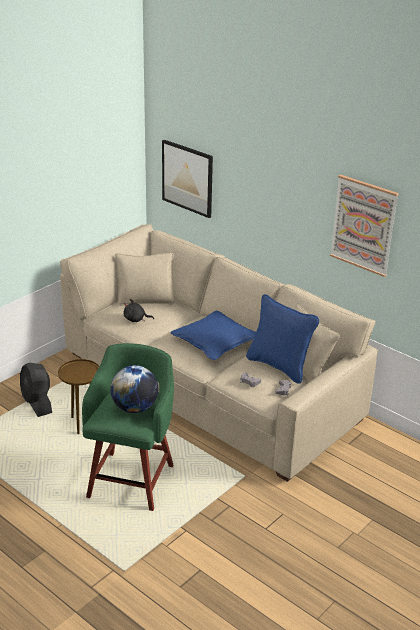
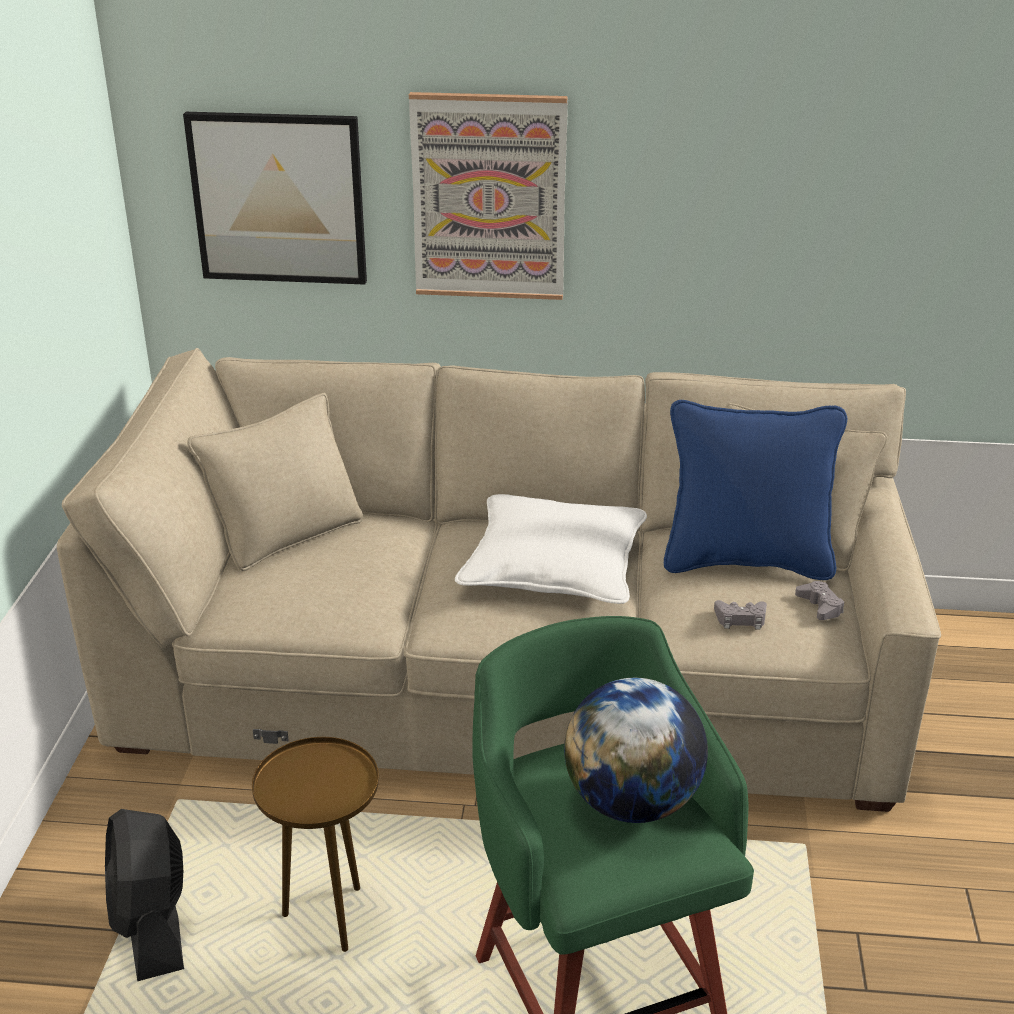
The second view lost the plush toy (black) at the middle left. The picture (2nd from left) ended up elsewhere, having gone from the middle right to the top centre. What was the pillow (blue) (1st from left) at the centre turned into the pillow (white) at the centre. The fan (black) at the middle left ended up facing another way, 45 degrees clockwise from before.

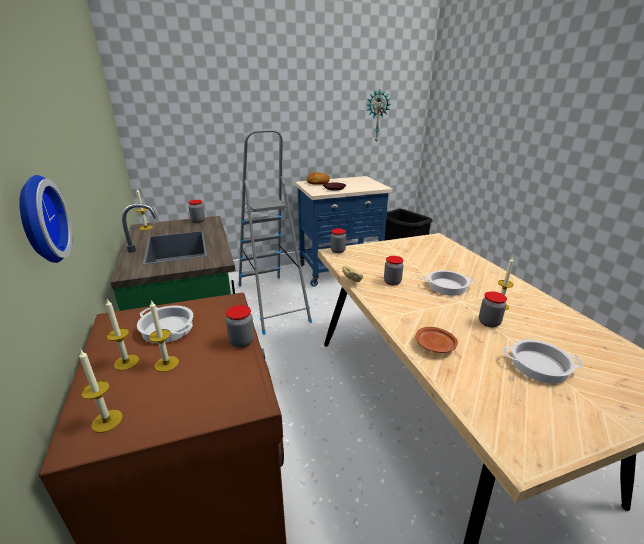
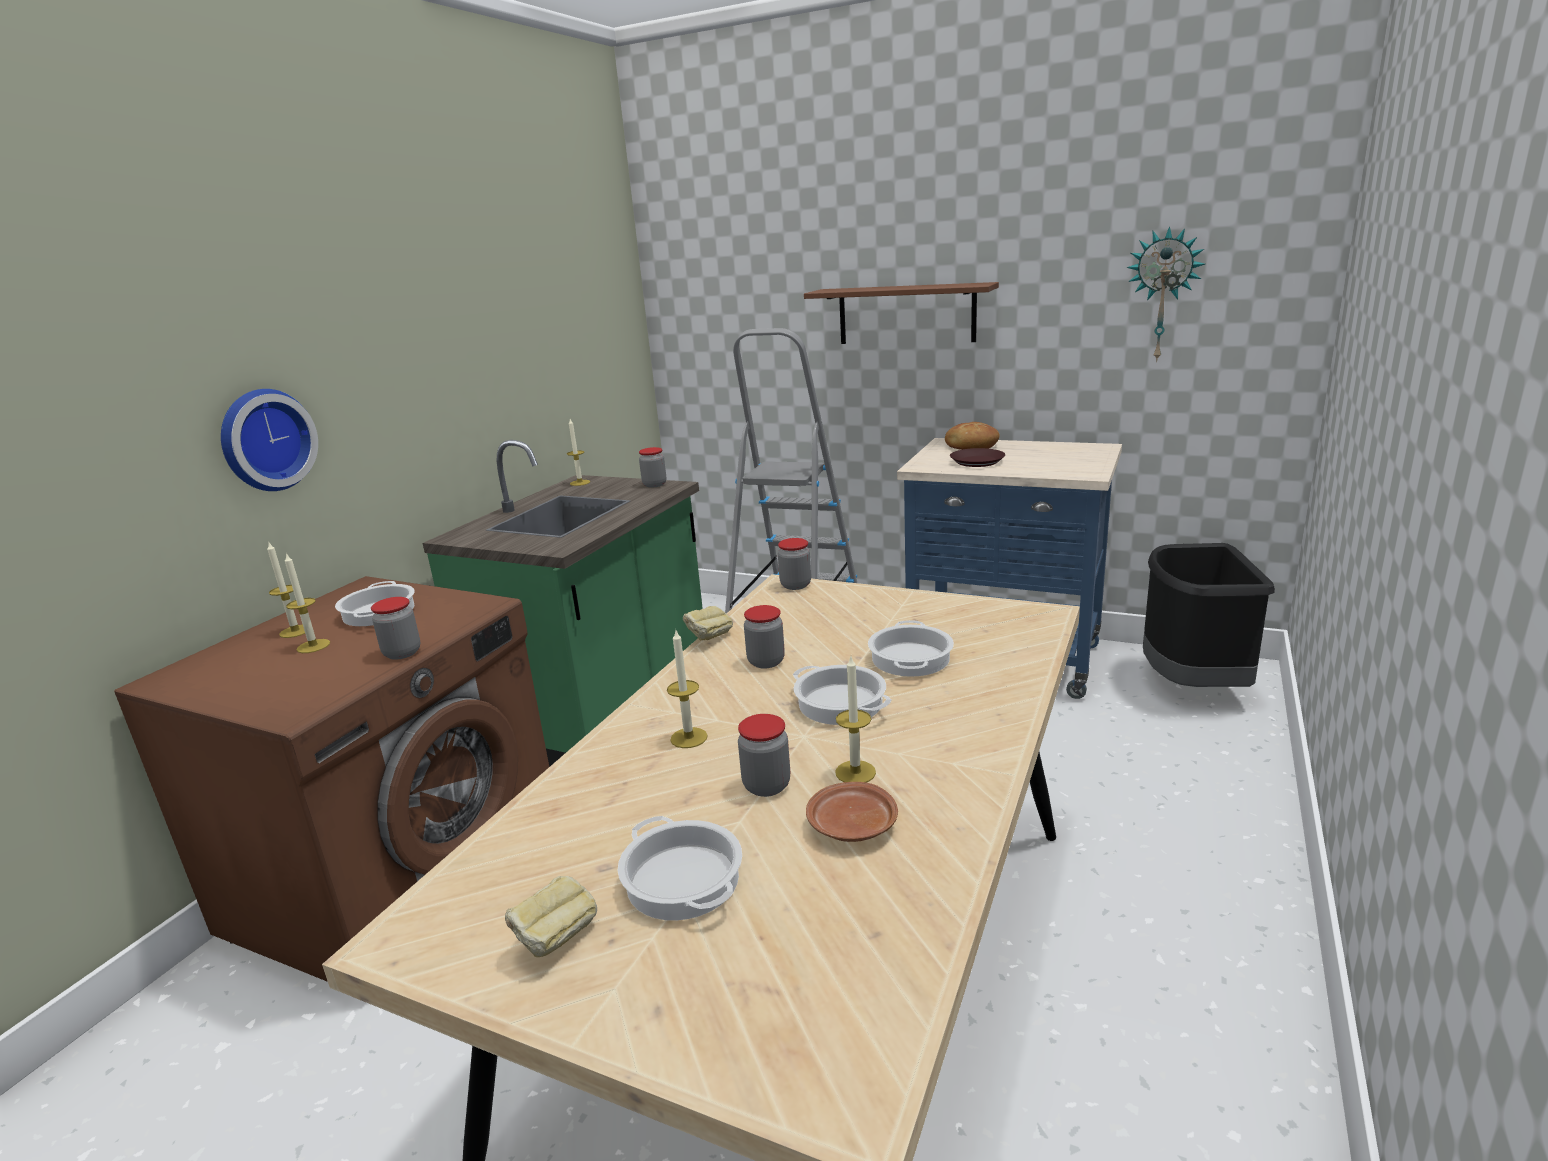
The second view gained the bread (1st from left) at the bottom centre. The second view gained the shelf (brown) at the top centre. The second view gained the cooking pot (4th from left) at the centre. The candle (1st from left in the first image) ended up elsewhere, having gone from the bottom left to the centre. The plate (brown) (2nd from left in the first image) ended up elsewhere, having gone from the middle right to the bottom centre.

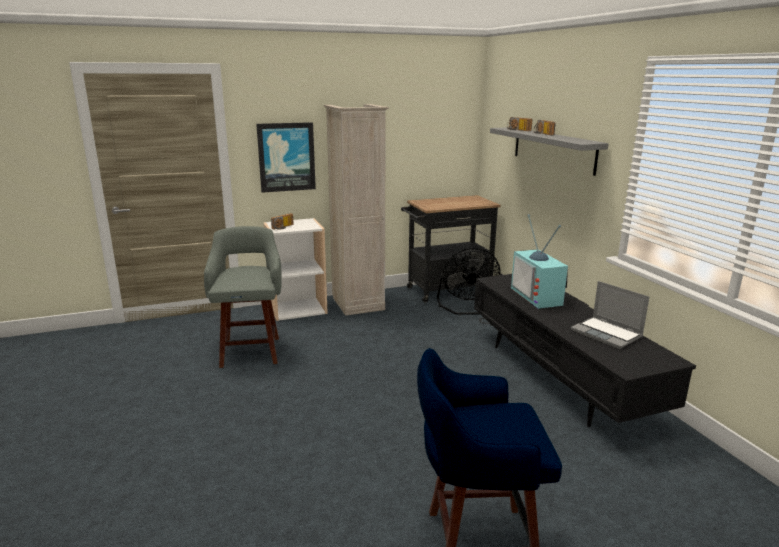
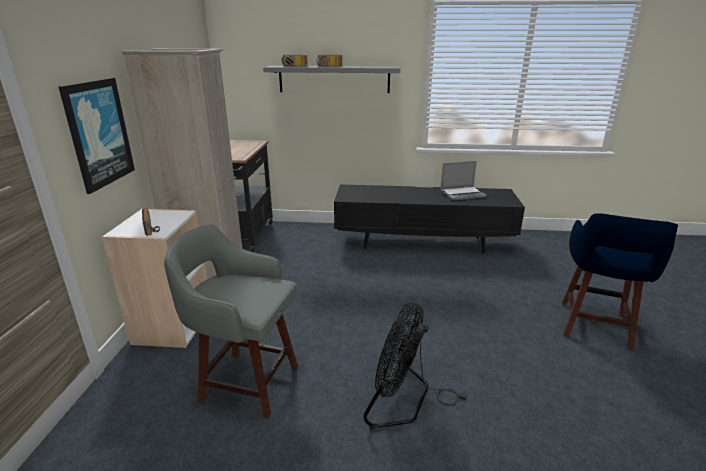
The second view lost the television at the middle right. The fan (black) ended up elsewhere, having gone from the centre to the bottom centre.

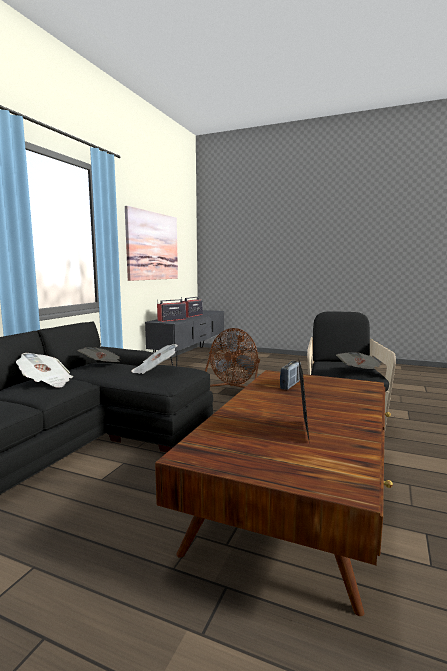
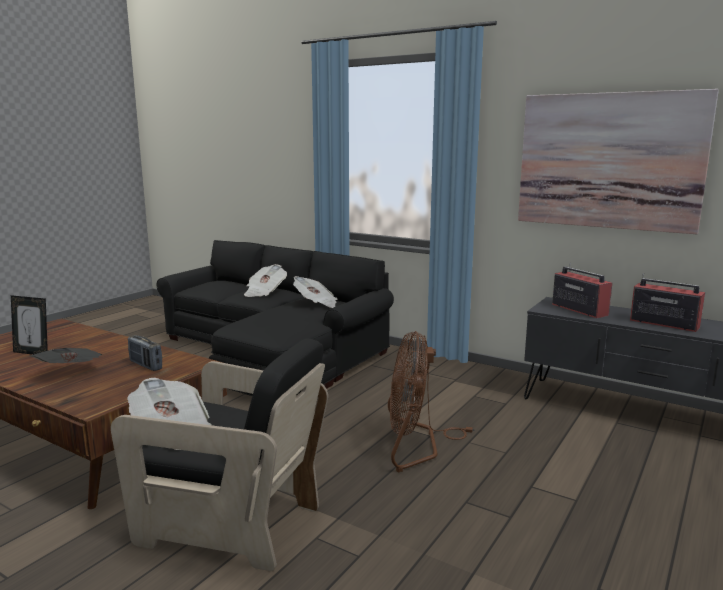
The newspaper (3rd from left in the first image) ended up elsewhere, having gone from the centre to the middle left. The fan (brown) at the centre ended up facing another way, 45 degrees counterclockwise from before.

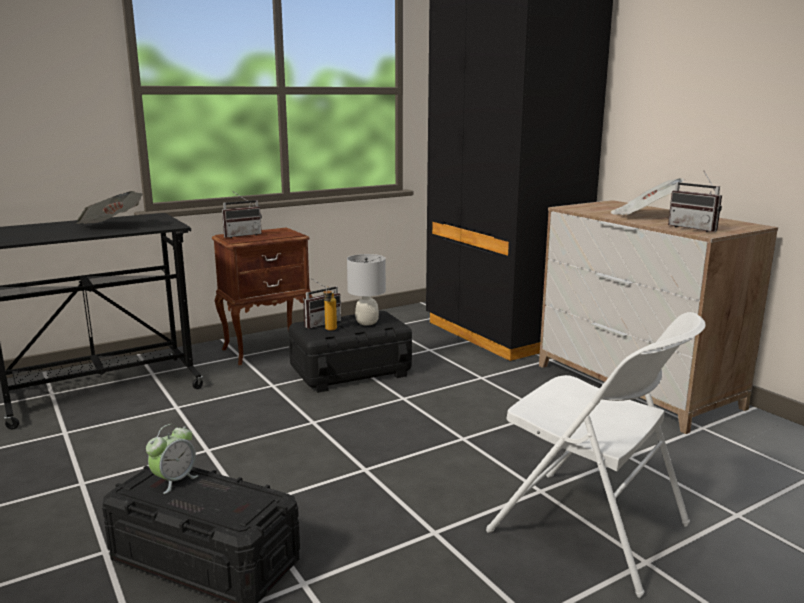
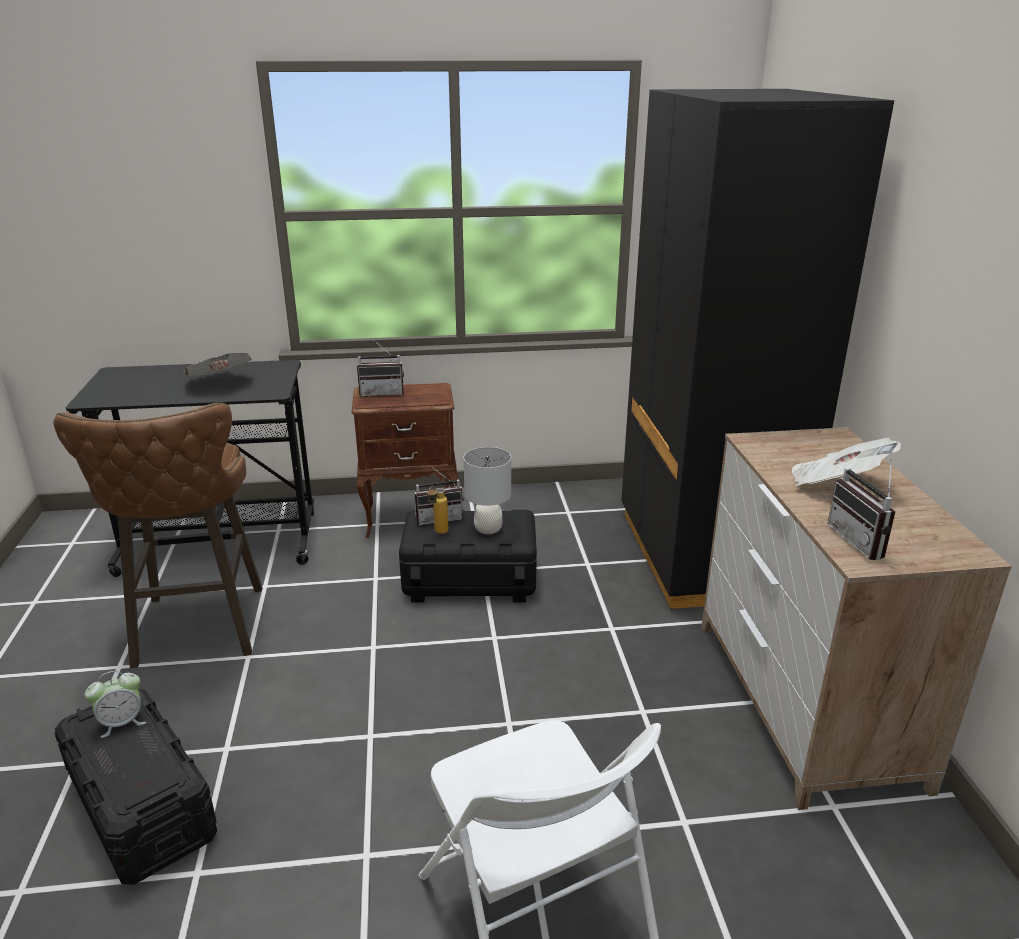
The second view gained the stool (brown) at the middle left.

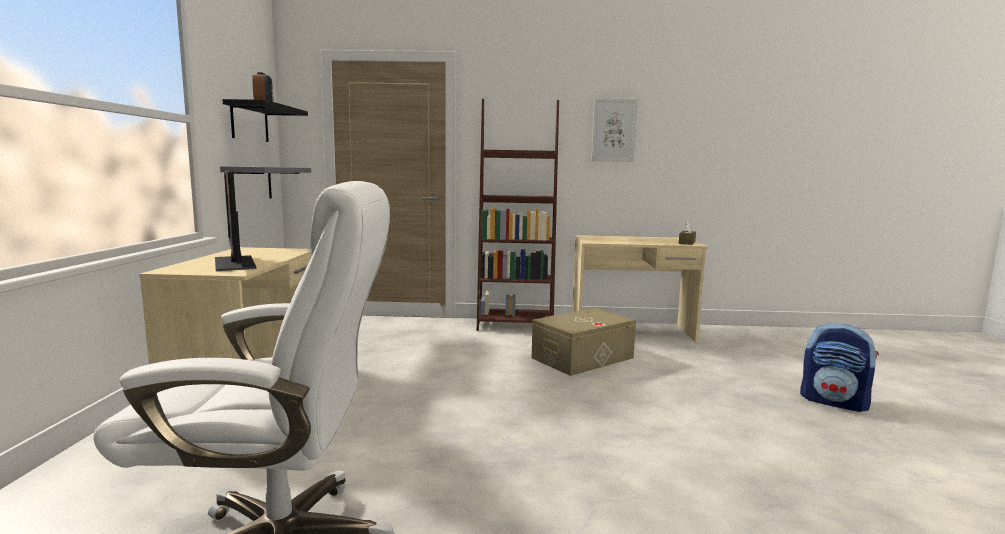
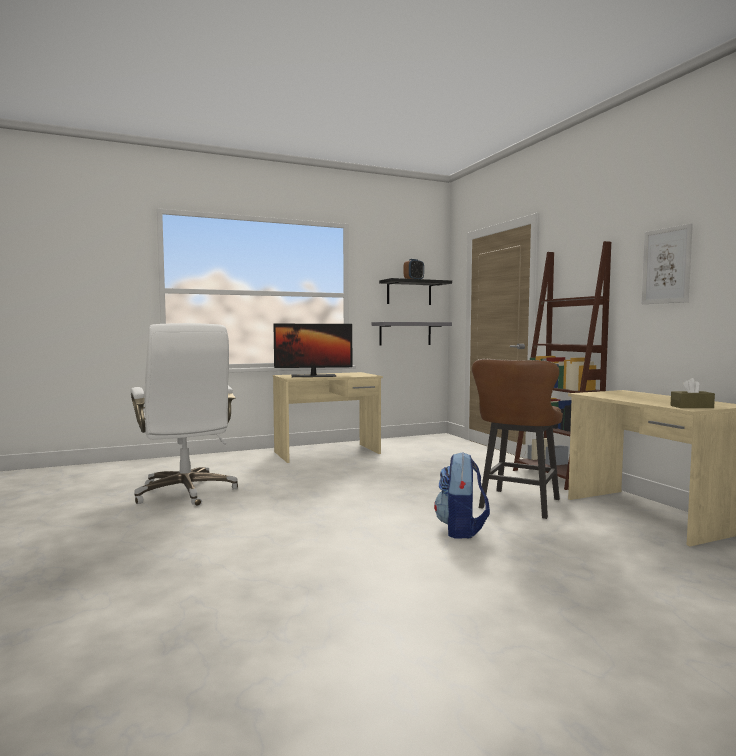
The backpack ended up elsewhere, having gone from the bottom right to the centre. Where the storage box (beige) stood at the centre, the stool (brown) came to stand at the middle right. The monitor at the middle left ended up facing another way, 135 degrees counterclockwise from before.

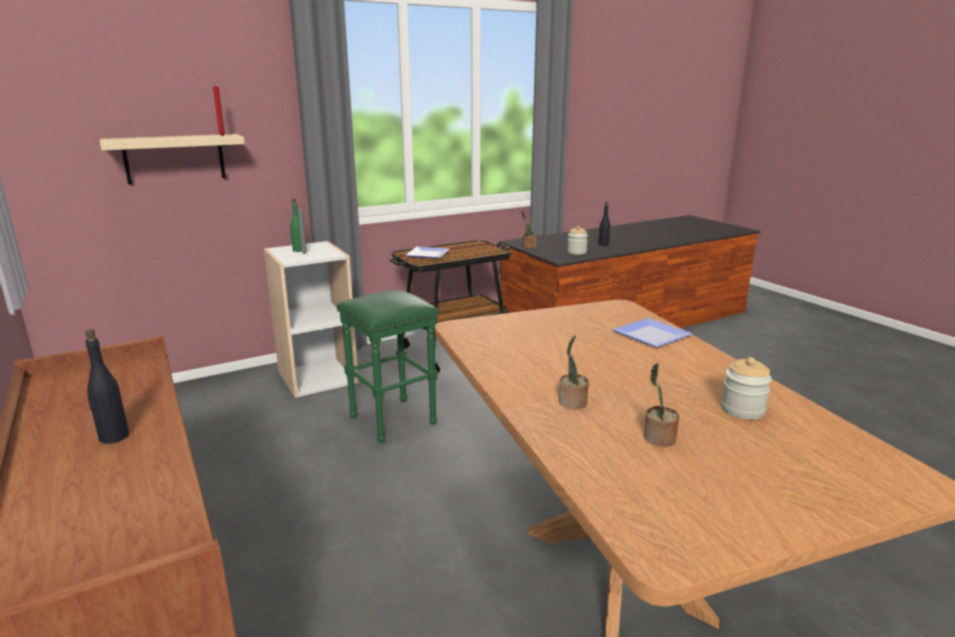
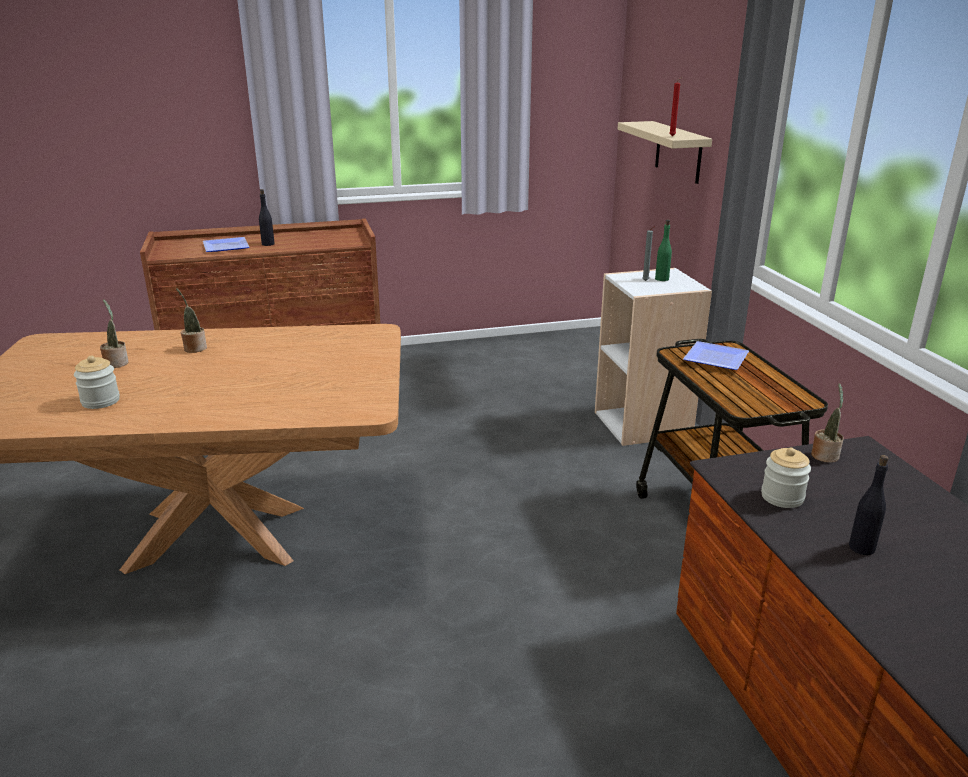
The second view lost the stool (green) at the centre. The plate (2nd from left in the first image) ended up elsewhere, having gone from the middle right to the top left.

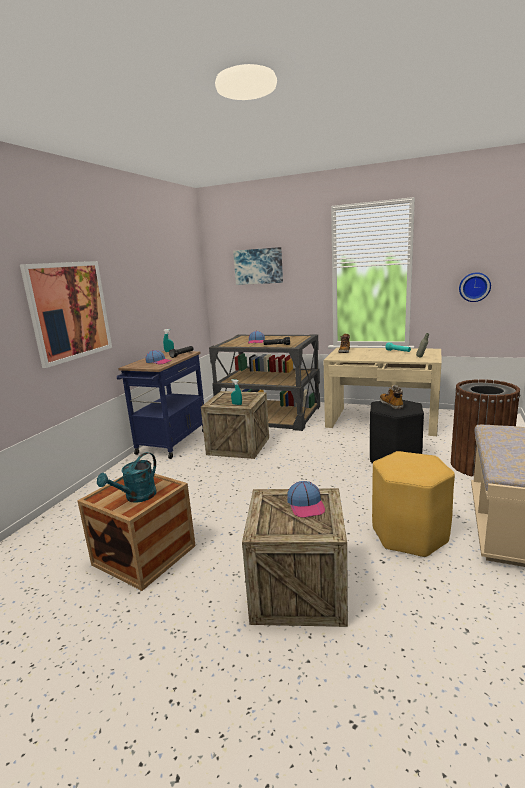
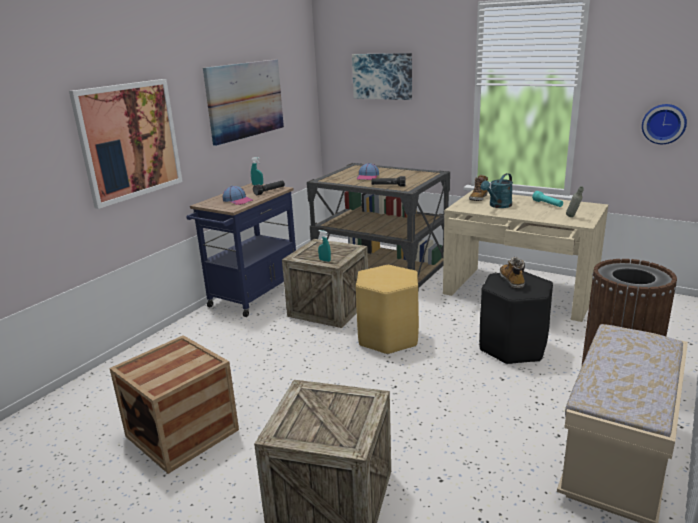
The second view lost the cap (3rd from left) at the centre. The second view gained the picture (2nd from left) at the top centre. The watering can (turquoise) ended up elsewhere, having gone from the middle left to the middle right. The stool (yellow) ended up elsewhere, having gone from the middle right to the centre.

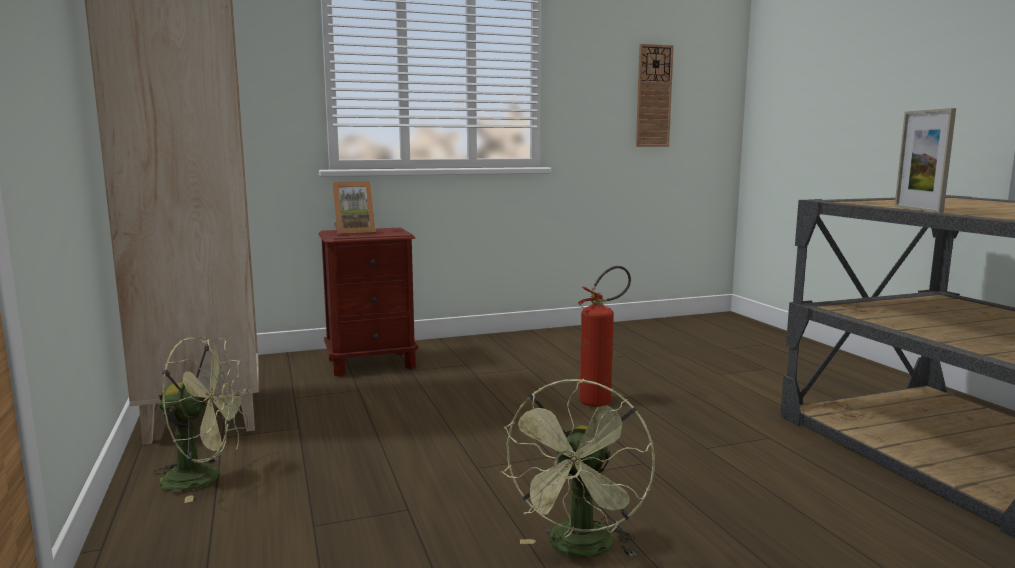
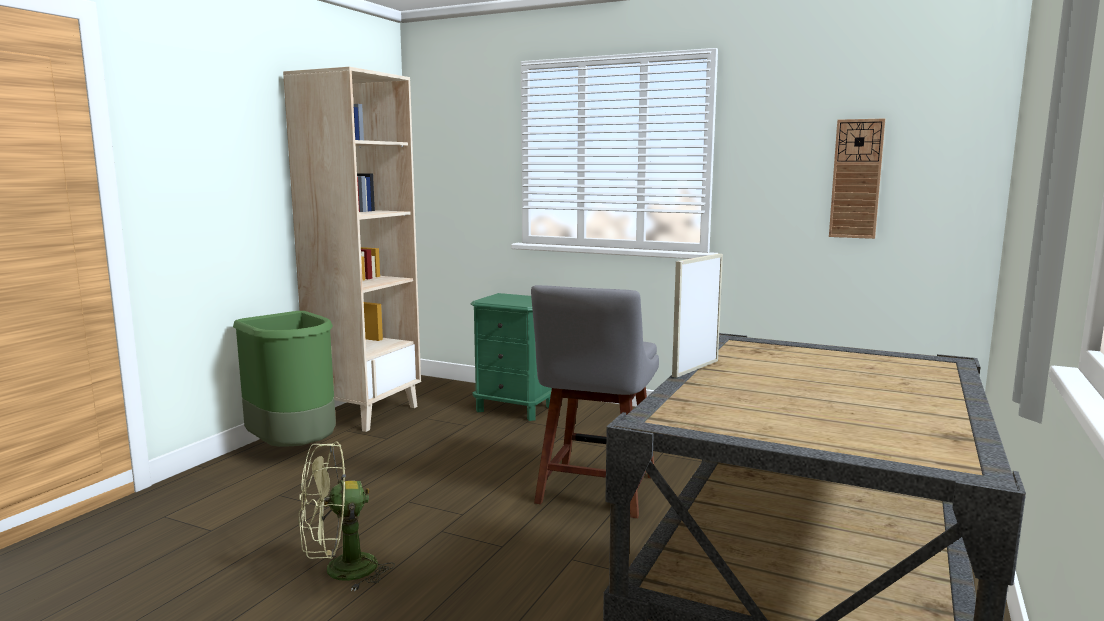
The second view lost the picture frame (1st from left) at the centre. Where the fan (green) (1st from left) stood at the bottom left, the trash can (green) came to stand at the middle left. Where the fire extinguisher stood at the centre, the stool (grey) came to stand at the centre. What was the nightstand (brown) at the centre turned into the nightstand (green) at the centre.

